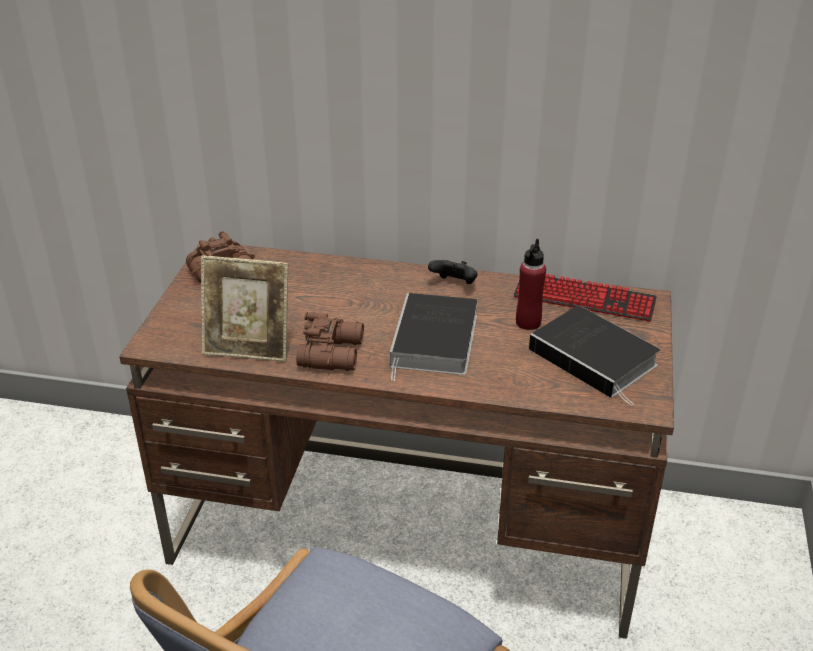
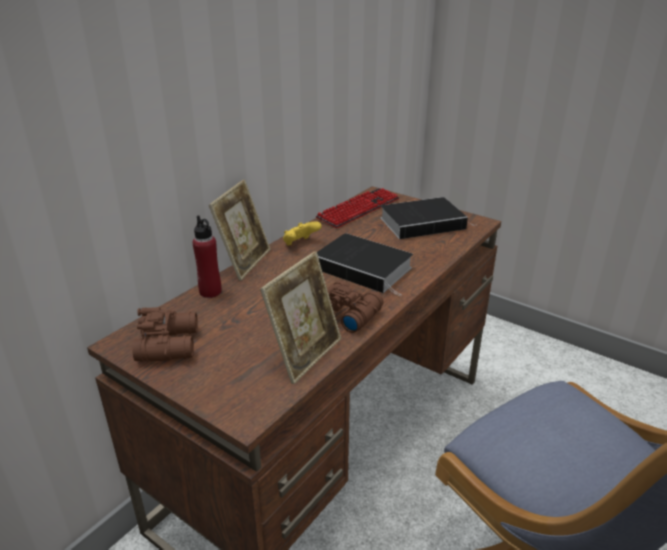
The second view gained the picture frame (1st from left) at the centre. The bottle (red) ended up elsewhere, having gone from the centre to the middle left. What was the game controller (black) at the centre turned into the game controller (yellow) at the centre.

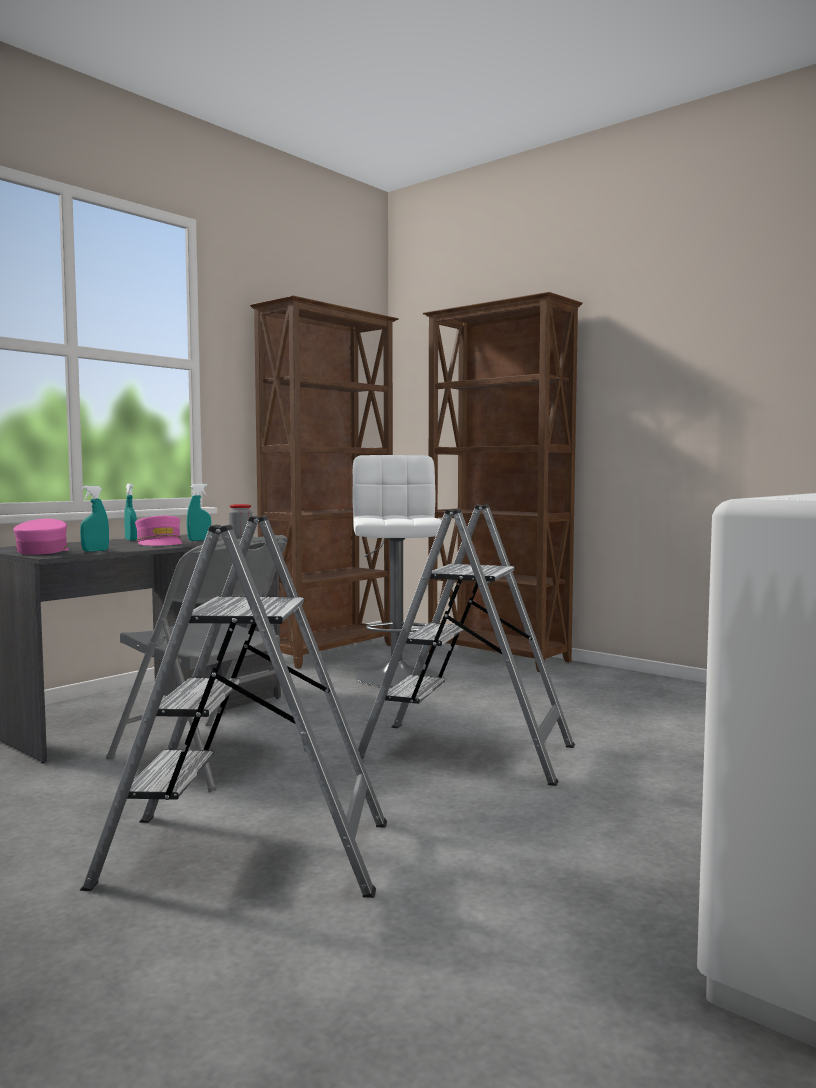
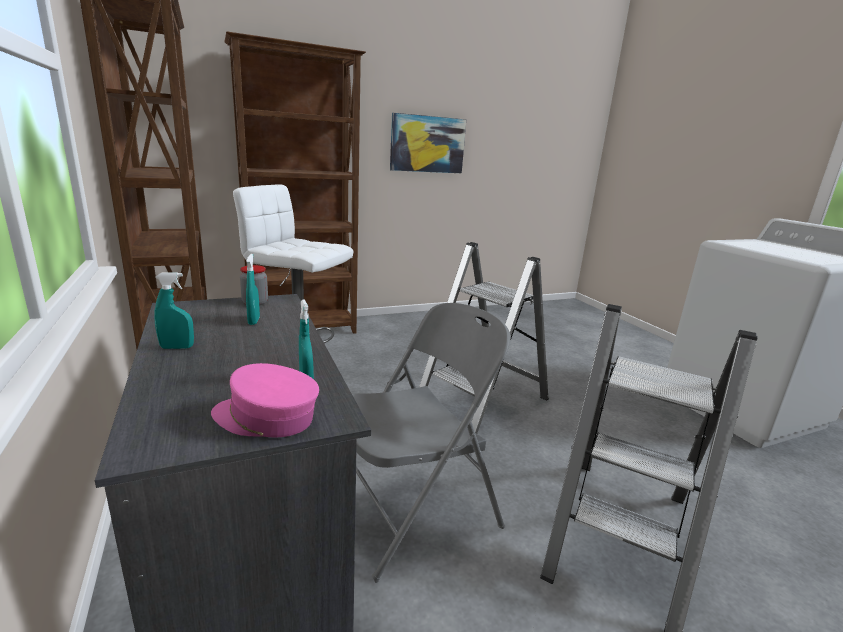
The second view lost the cap (pink) (2nd from left) at the middle left. The second view gained the picture at the top centre.

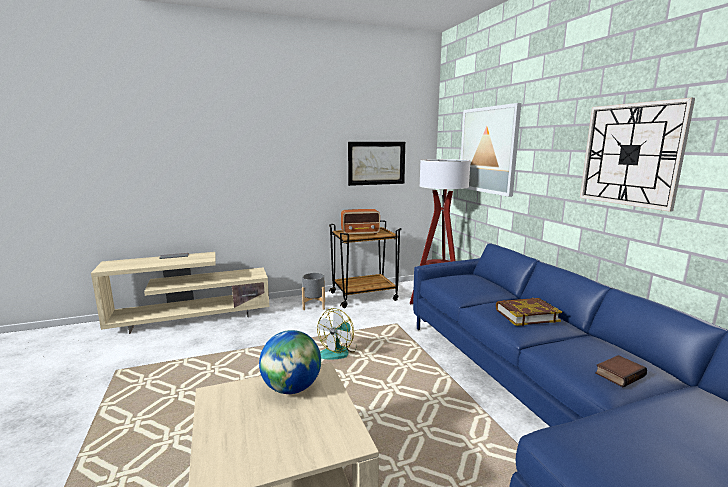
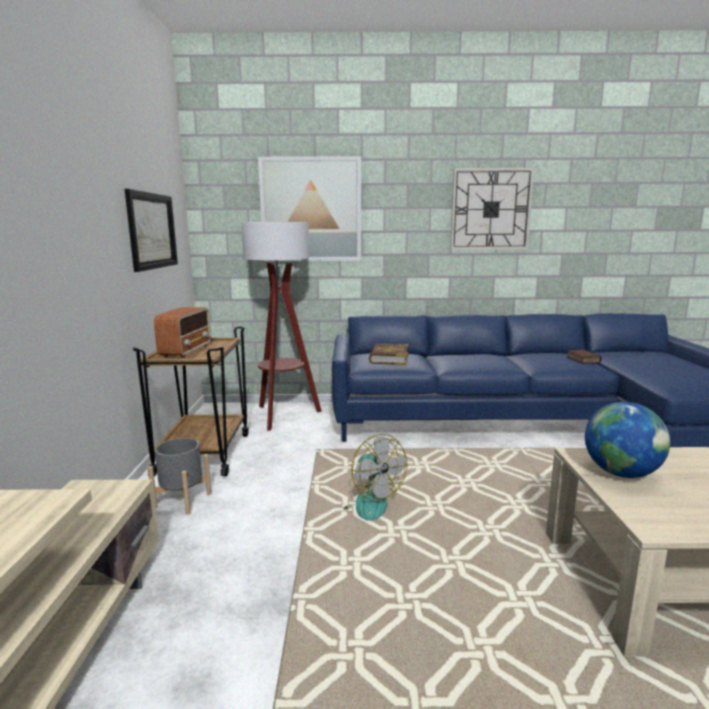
The book (1st from left) ended up elsewhere, having gone from the middle right to the centre.

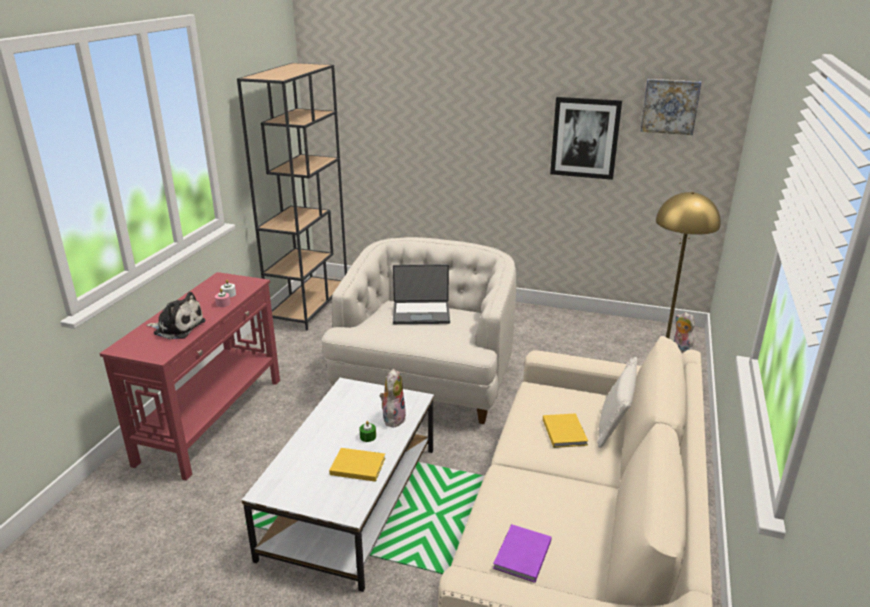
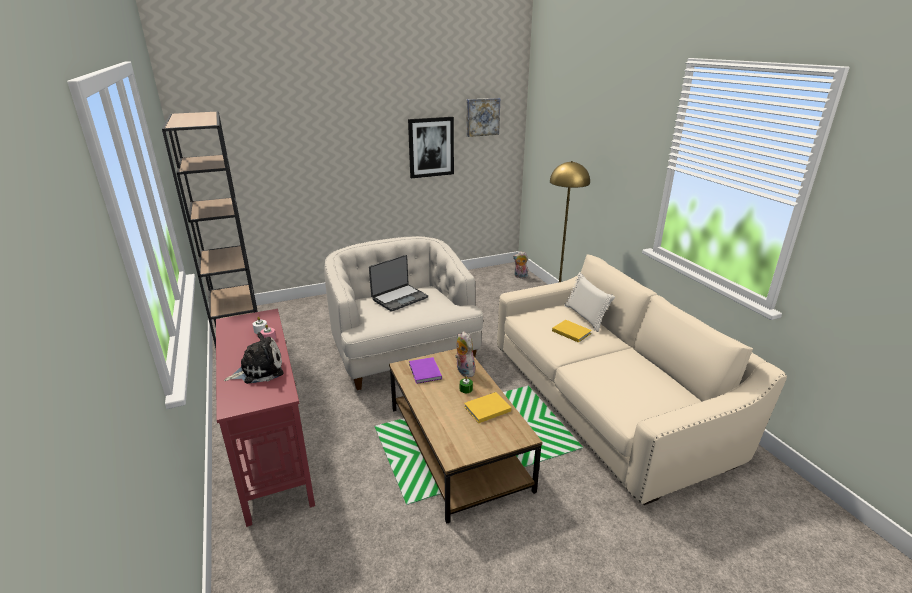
The book (purple) ended up elsewhere, having gone from the bottom centre to the centre. What was the coffee table (white) at the bottom centre turned into the coffee table (brown) at the bottom centre.

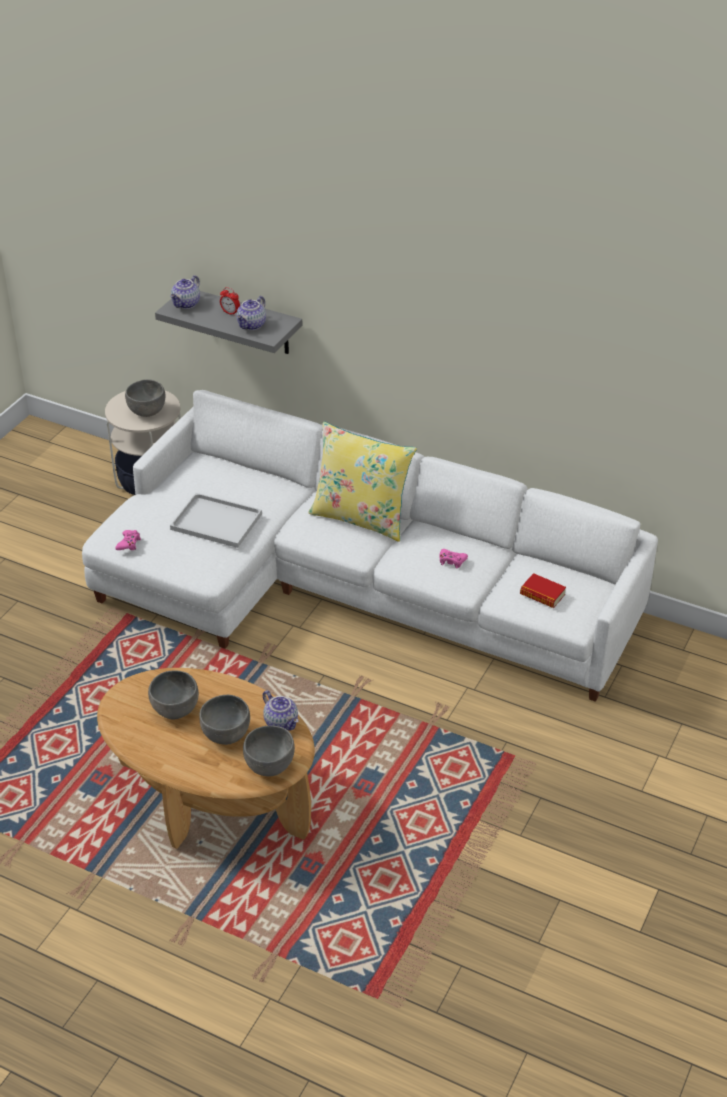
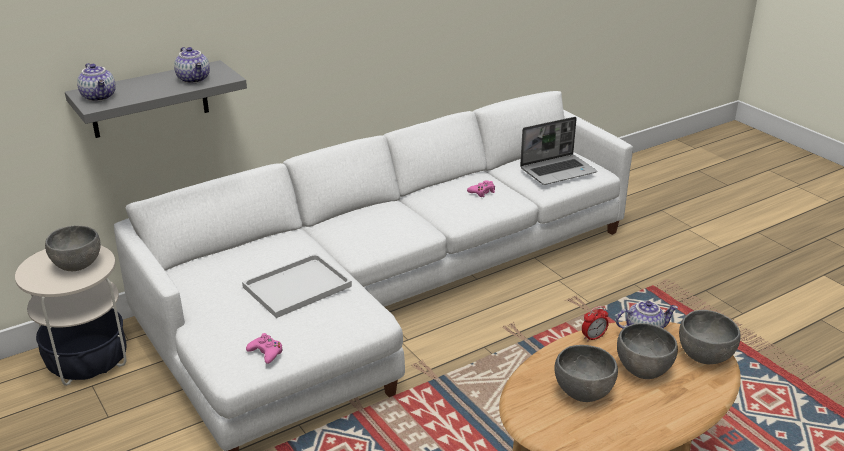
The second view lost the pillow (yellow) at the centre. The alarm clock ended up elsewhere, having gone from the top left to the bottom right. Where the book stood at the middle right, the laptop came to stand at the centre.

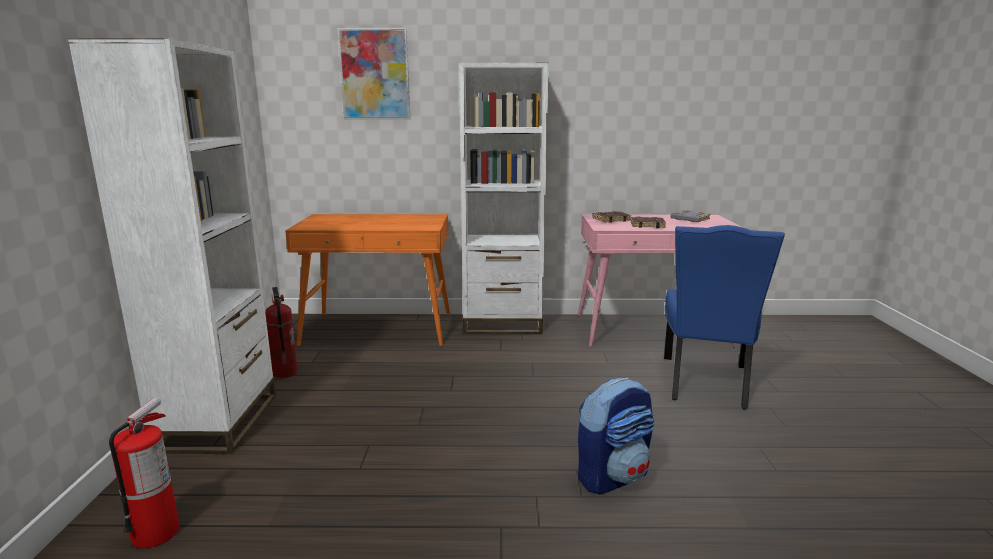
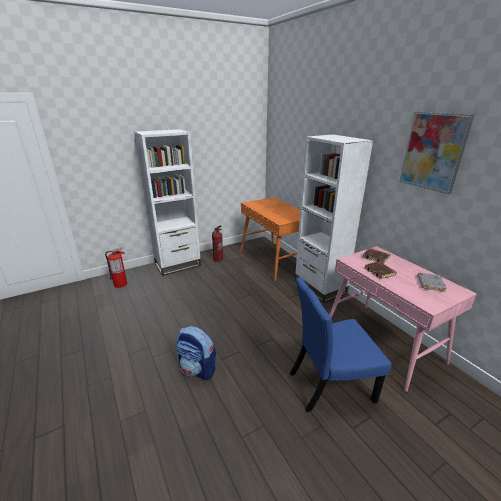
The picture ended up elsewhere, having gone from the top centre to the top right.

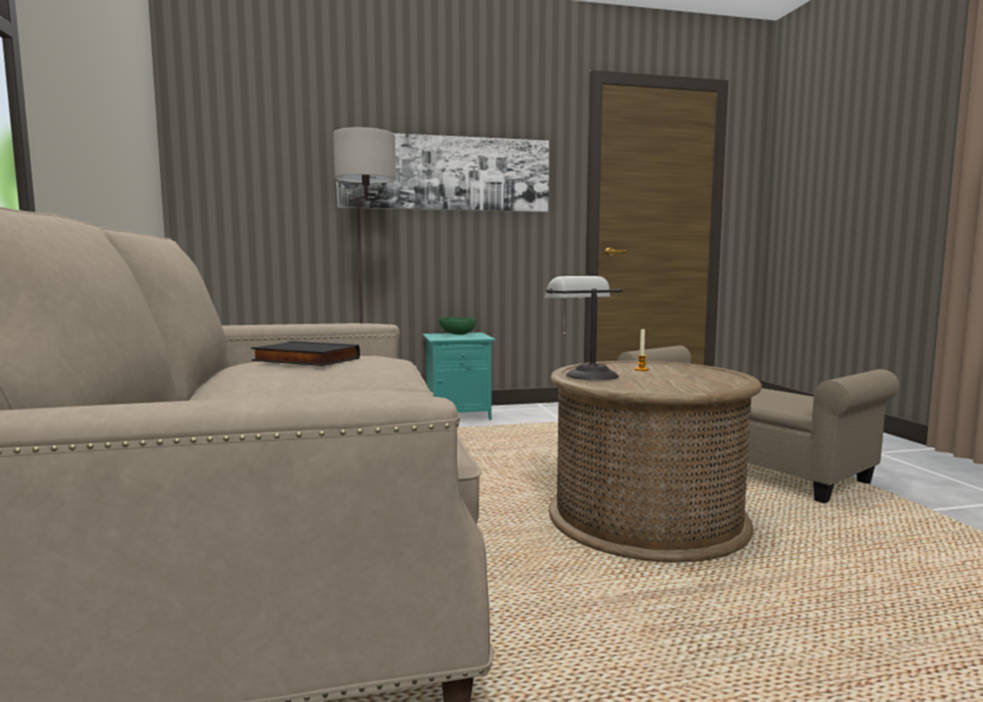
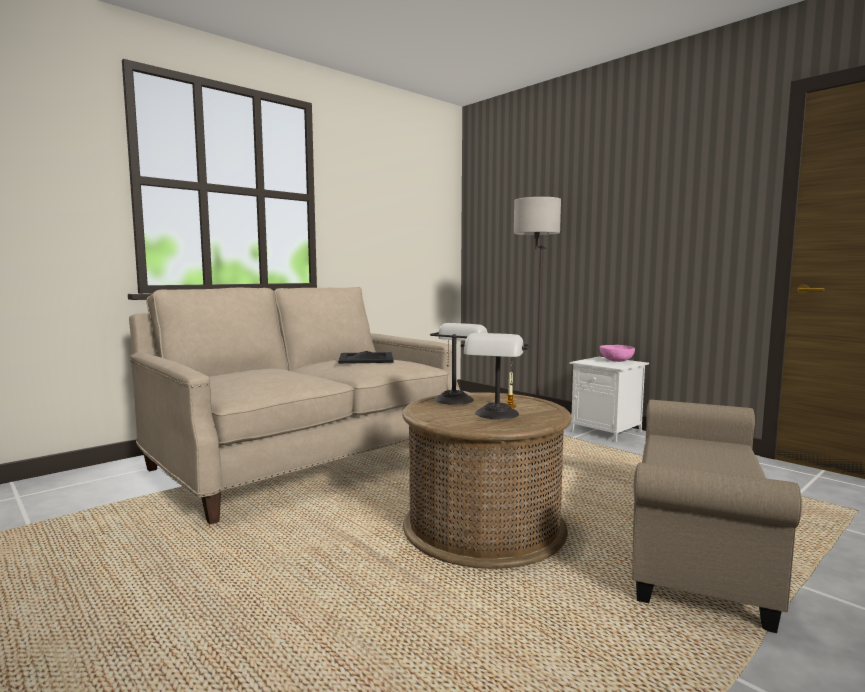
The second view lost the picture at the top centre. The second view gained the table lamp (2nd from left) at the centre. Where the book (black) stood at the middle left, the tray (black) came to stand at the centre. What was the nightstand (turquoise) at the centre turned into the nightstand (white) at the middle right. What was the bowl (green) at the centre turned into the bowl (pink) at the middle right.

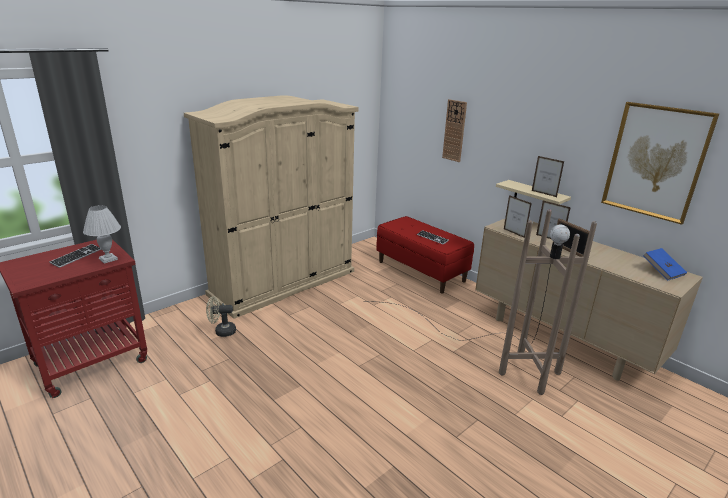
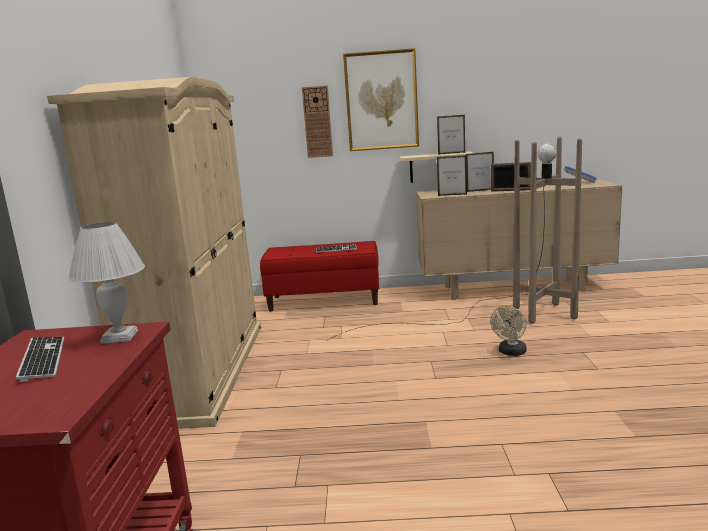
The fan (beige) ended up elsewhere, having gone from the middle left to the middle right. The picture ended up elsewhere, having gone from the top right to the top centre.

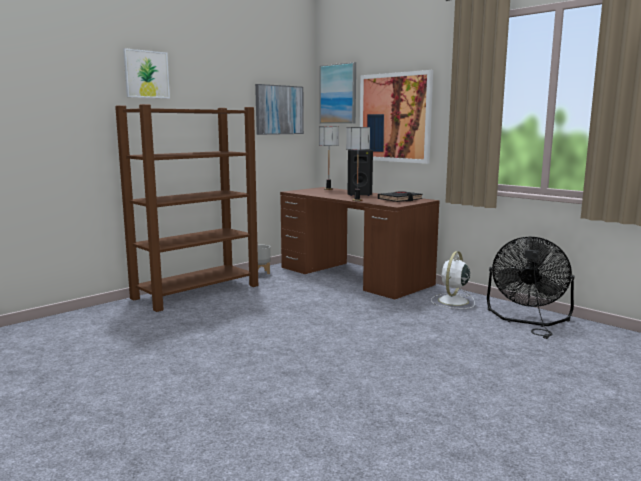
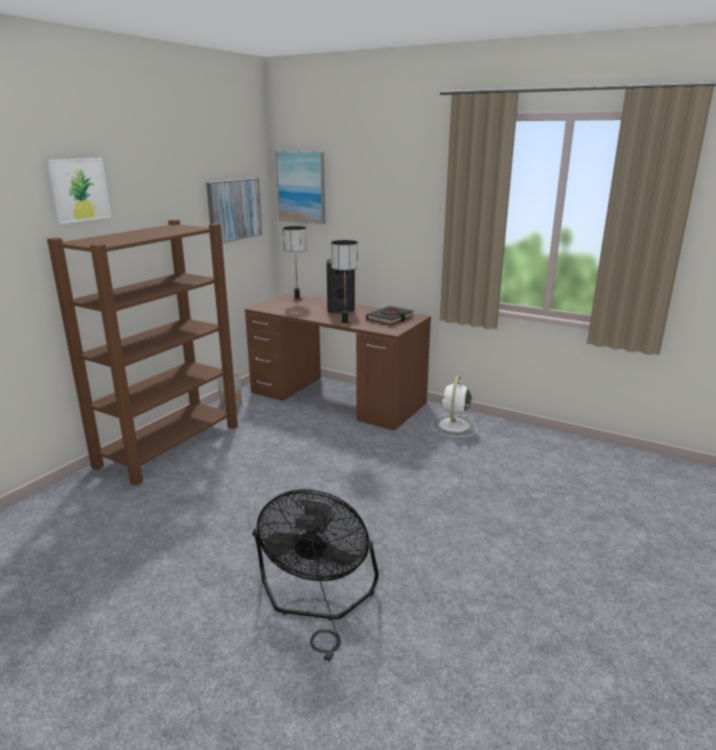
The second view lost the picture (4th from left) at the top centre. The fan (black) ended up elsewhere, having gone from the middle right to the bottom centre.

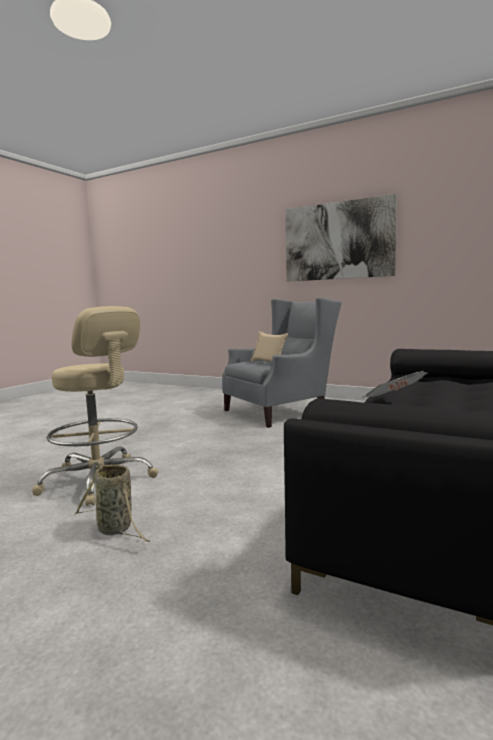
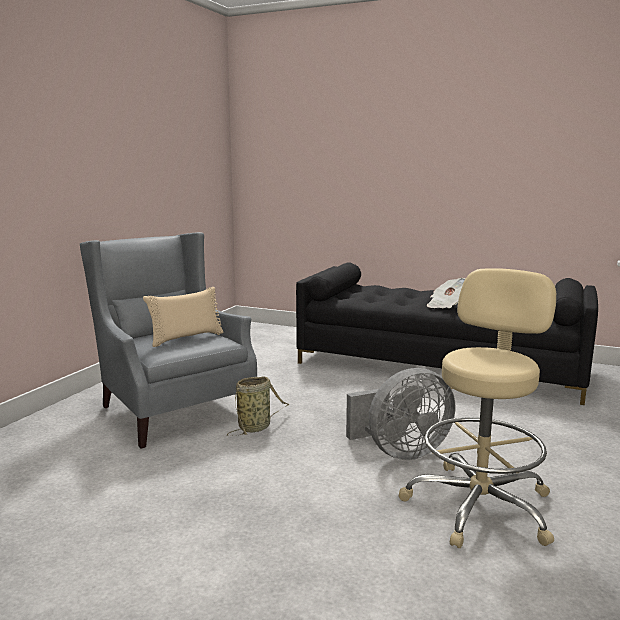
The second view lost the picture at the top right. The second view gained the fan (grey) at the bottom centre. The basket ended up elsewhere, having gone from the bottom left to the centre.

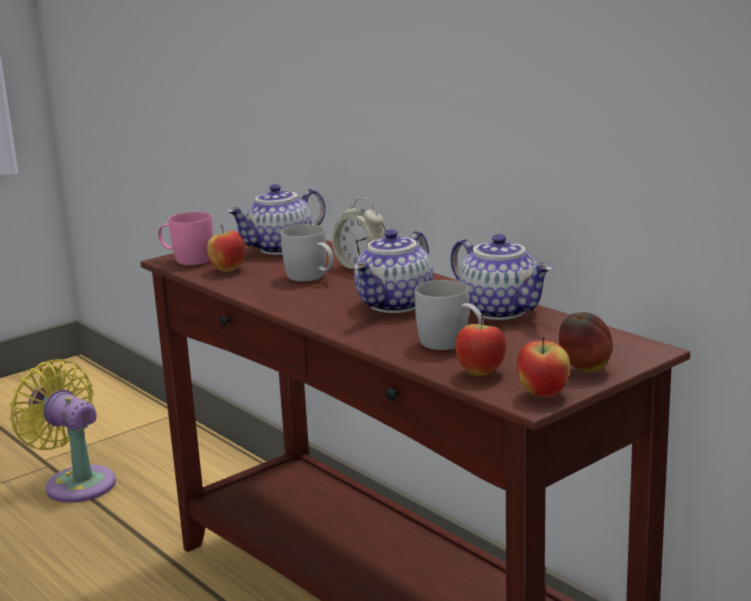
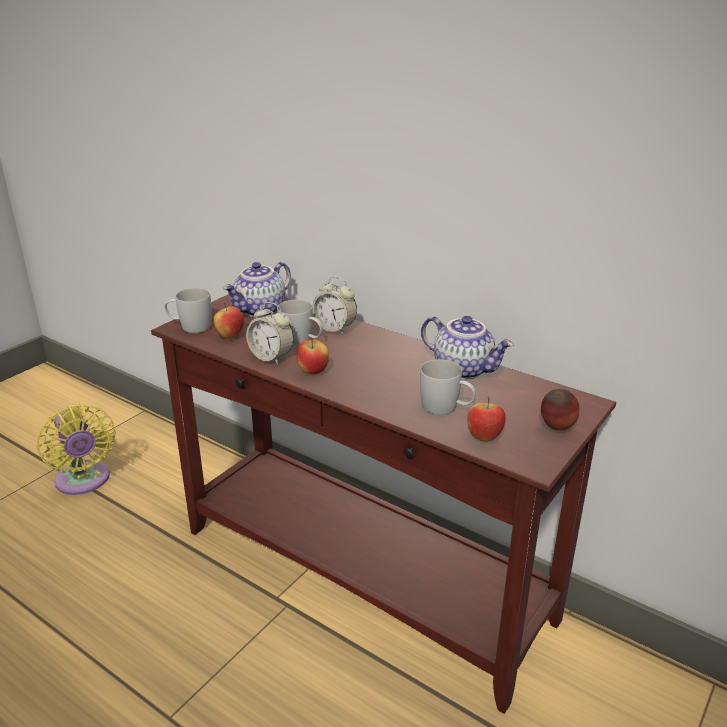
The second view lost the teapot (2nd from left) at the centre. The second view gained the alarm clock (1st from left) at the centre. The apple (3rd from left in the first image) ended up elsewhere, having gone from the middle right to the centre. What was the mug (pink) at the middle left turned into the mug (white) (1st from left) at the middle left. The fan (yellow) at the bottom left ended up facing another way, 150 degrees counterclockwise from before.

